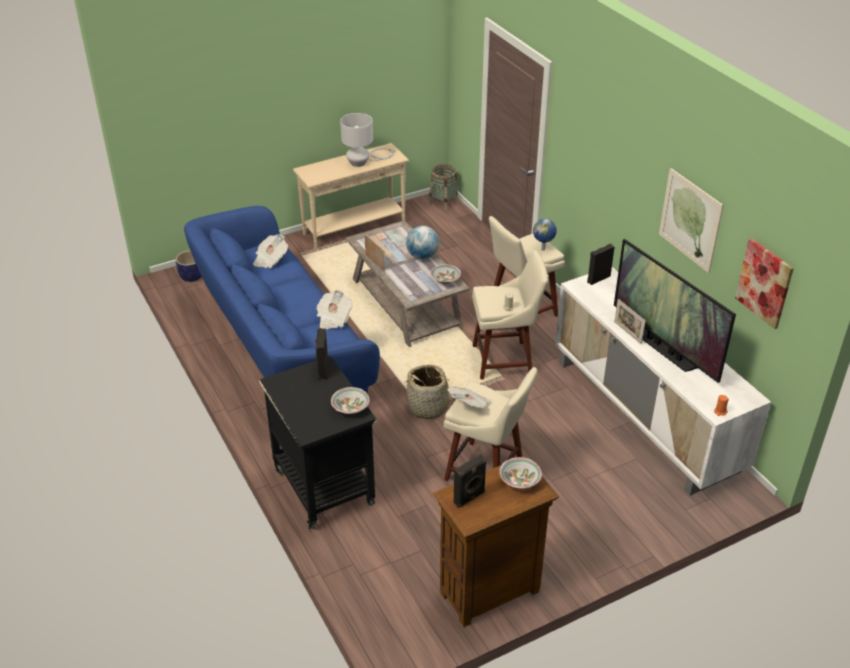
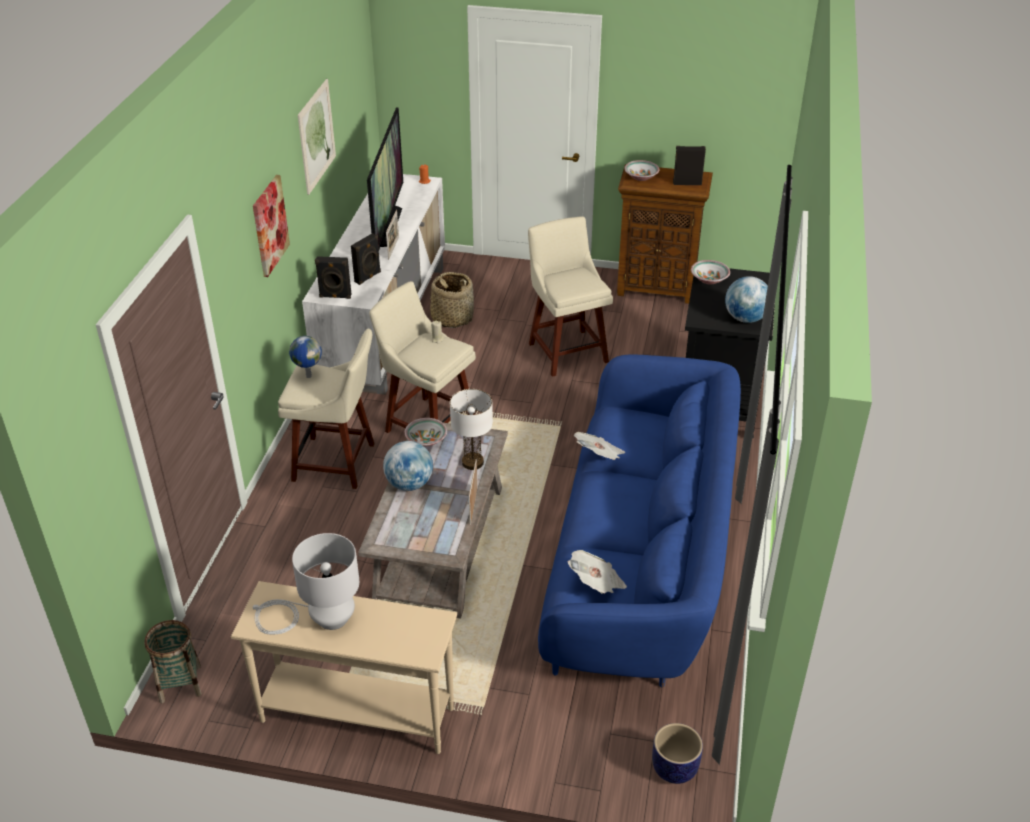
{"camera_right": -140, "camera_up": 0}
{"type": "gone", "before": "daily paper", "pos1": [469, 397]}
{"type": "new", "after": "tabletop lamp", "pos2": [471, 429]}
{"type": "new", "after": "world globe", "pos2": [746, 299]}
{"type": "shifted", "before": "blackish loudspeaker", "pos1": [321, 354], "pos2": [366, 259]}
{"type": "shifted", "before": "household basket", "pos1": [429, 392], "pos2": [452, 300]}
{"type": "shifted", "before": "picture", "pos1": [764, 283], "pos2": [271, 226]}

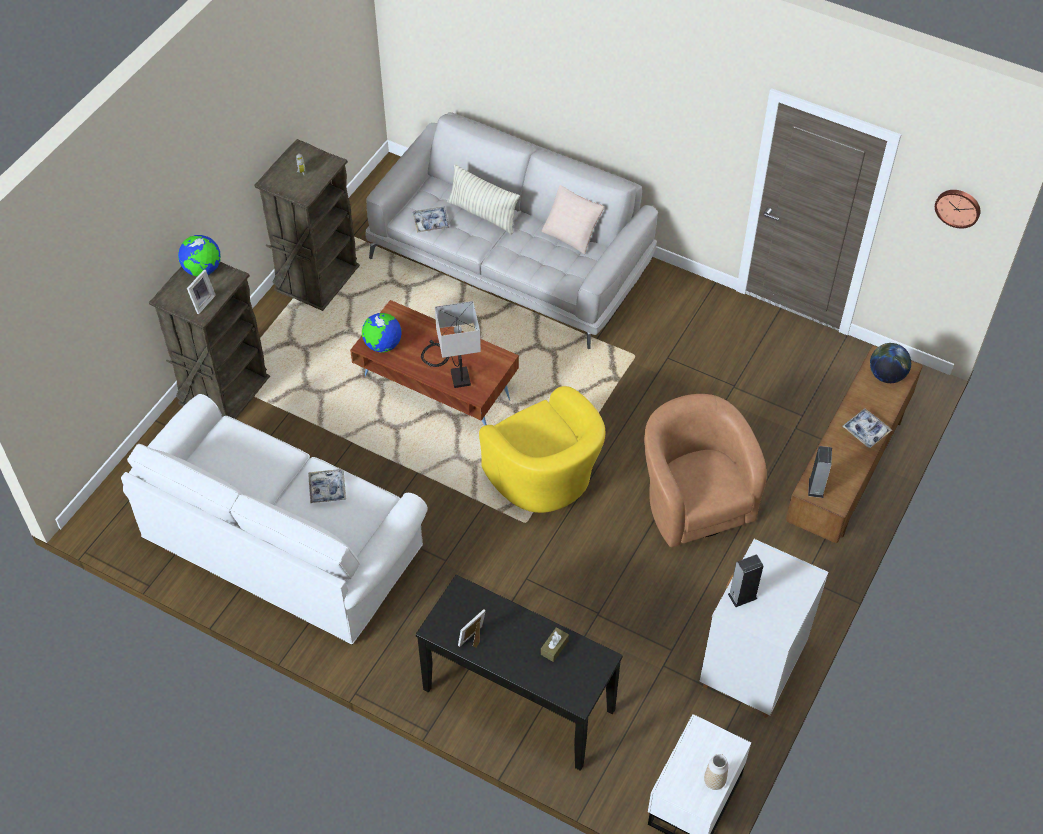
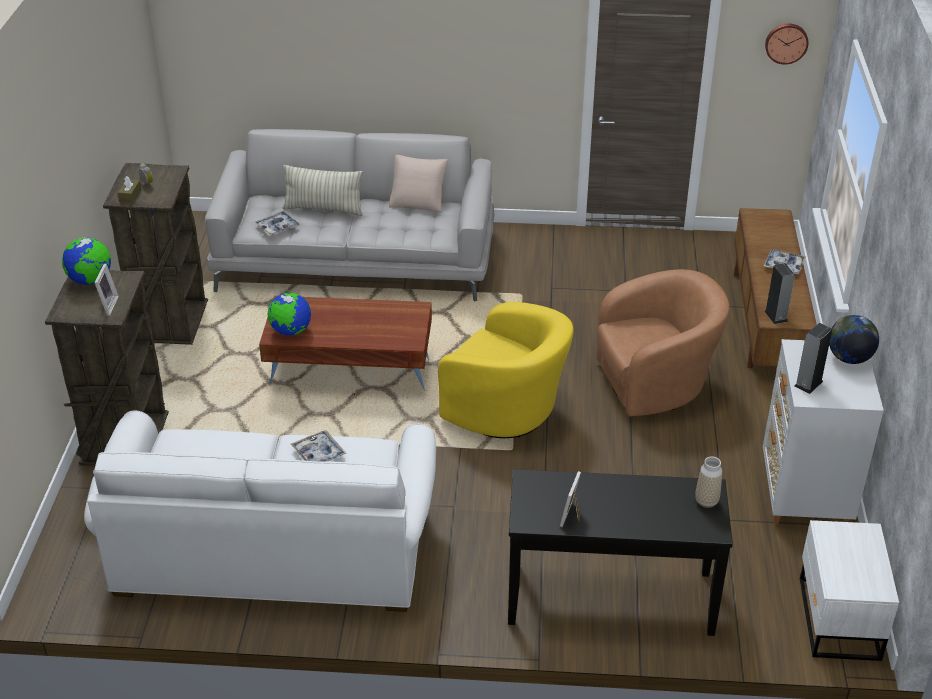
{"camera_right": -25, "camera_up": -15}
{"type": "gone", "before": "tabletop lamp", "pos1": [451, 344]}
{"type": "shifted", "before": "brown box of tissues", "pos1": [555, 644], "pos2": [130, 190]}
{"type": "shifted", "before": "decorative vase", "pos1": [716, 772], "pos2": [708, 482]}
{"type": "shifted", "before": "world globe", "pos1": [890, 363], "pos2": [854, 339]}
{"type": "rotated", "before": "brown easy chair", "pos1": [705, 470], "pos2": [663, 342], "turn": 120}

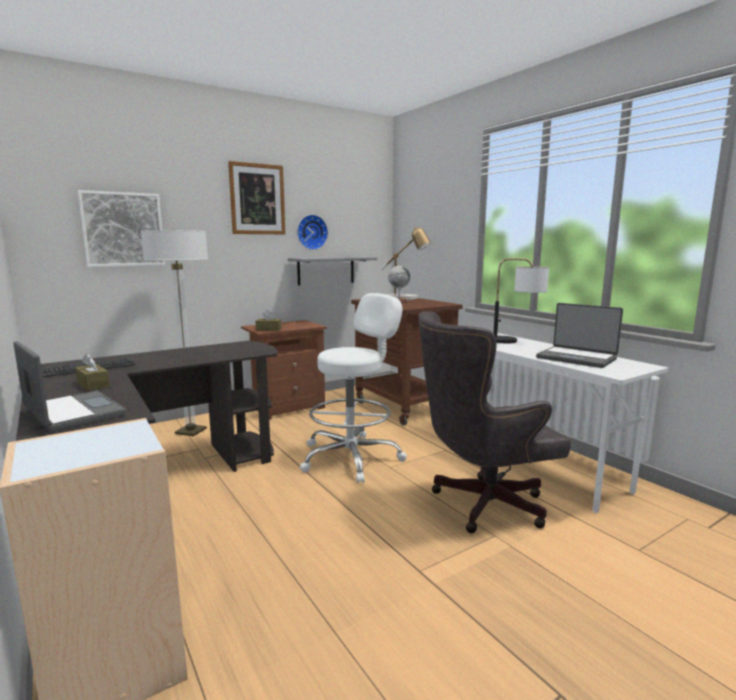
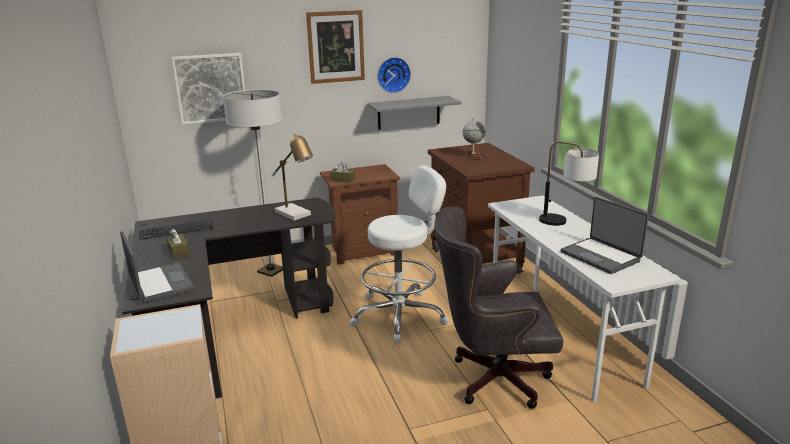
{"camera_right": 15, "camera_up": 10}
{"type": "shifted", "before": "tabletop lamp", "pos1": [405, 263], "pos2": [292, 177]}

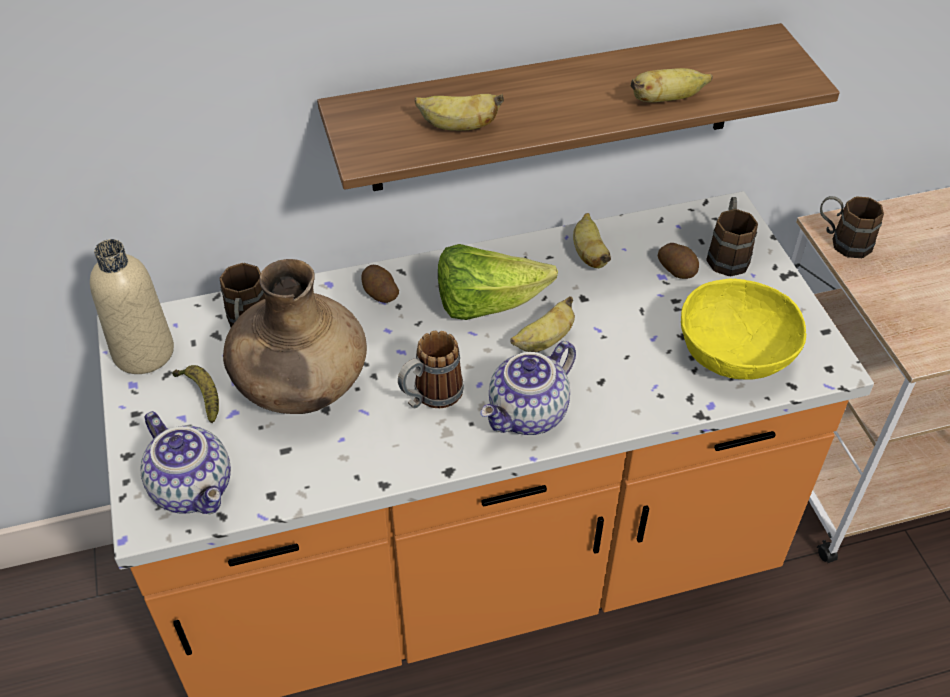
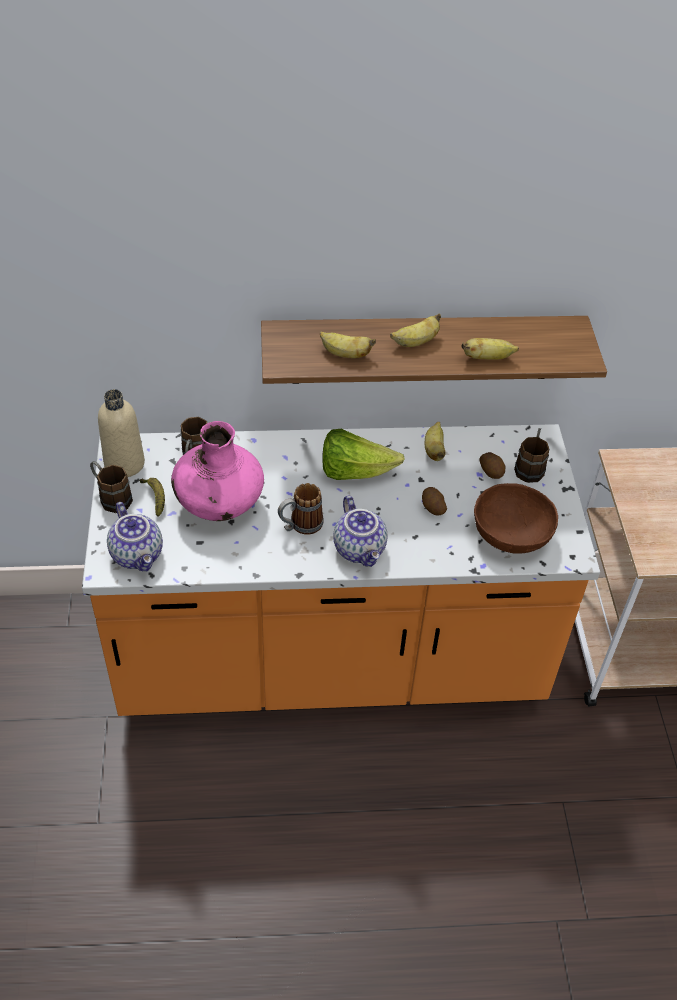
{"camera_right": 10, "camera_up": 0}
{"type": "shifted", "before": "potato", "pos1": [380, 284], "pos2": [434, 501]}
{"type": "shifted", "before": "banana", "pos1": [542, 324], "pos2": [415, 330]}
{"type": "shifted", "before": "brown mug", "pos1": [852, 227], "pos2": [111, 487]}
{"type": "repainted", "before": "brown decorative vase", "after": "pink decorative vase", "pos1": [295, 336], "pos2": [217, 471]}
{"type": "repainted", "before": "yellow-coloured bowl", "after": "brown bowl", "pos1": [743, 329], "pos2": [516, 518]}
{"type": "rotated", "before": "pot for tea", "pos1": [528, 388], "pos2": [360, 531], "turn": -75}

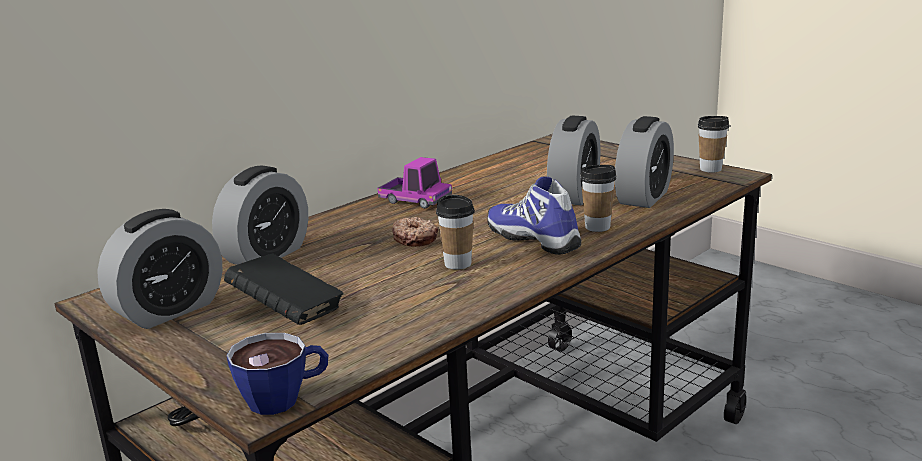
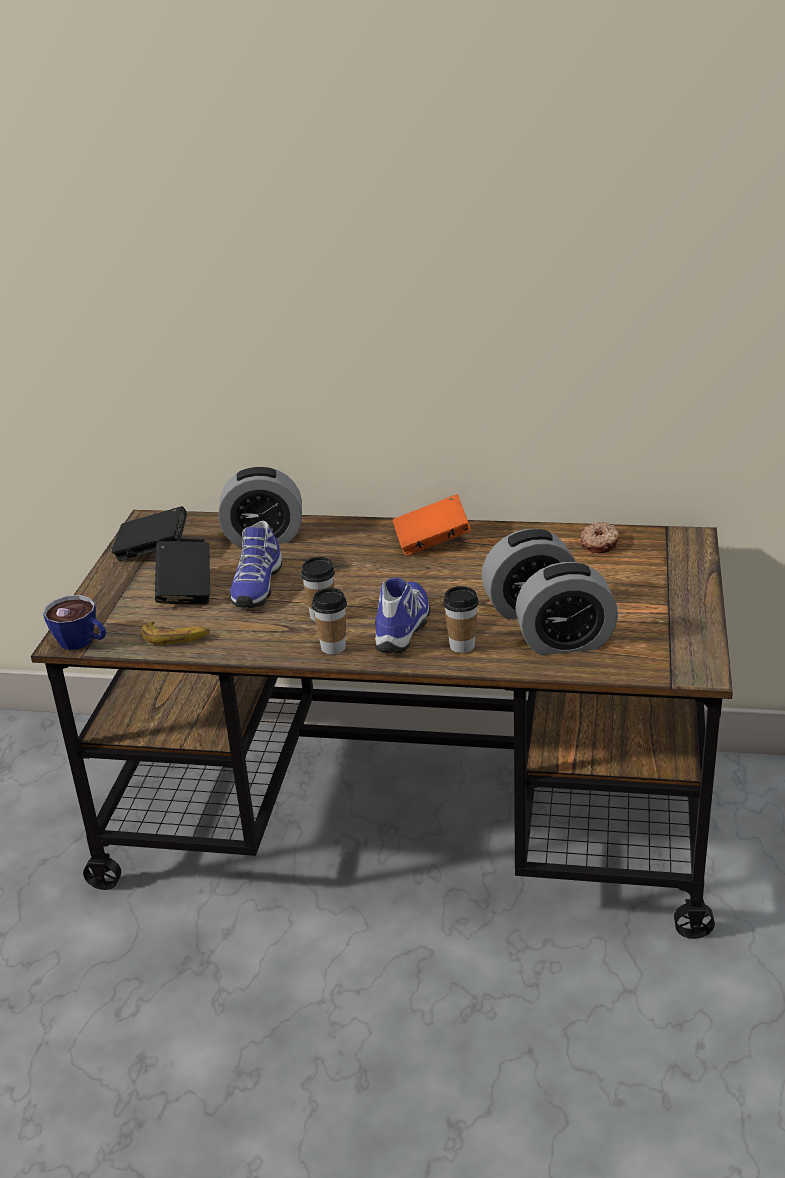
{"camera_right": 55, "camera_up": 10}
{"type": "new", "after": "banana", "pos2": [175, 633]}
{"type": "new", "after": "shoe", "pos2": [256, 564]}
{"type": "shifted", "before": "donut", "pos1": [415, 232], "pos2": [600, 538]}
{"type": "shifted", "before": "cup", "pos1": [713, 144], "pos2": [329, 621]}
{"type": "swapped", "before": "bedside clock", "after": "blackish book", "pos1": [160, 269], "pos2": [149, 533]}
{"type": "swapped", "before": "toy lorry", "after": "orange-coloured book", "pos1": [415, 183], "pos2": [432, 525]}

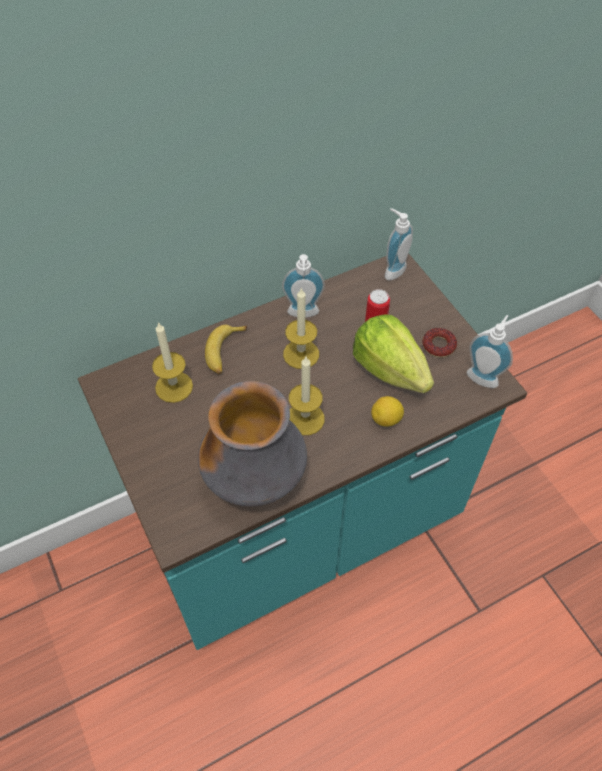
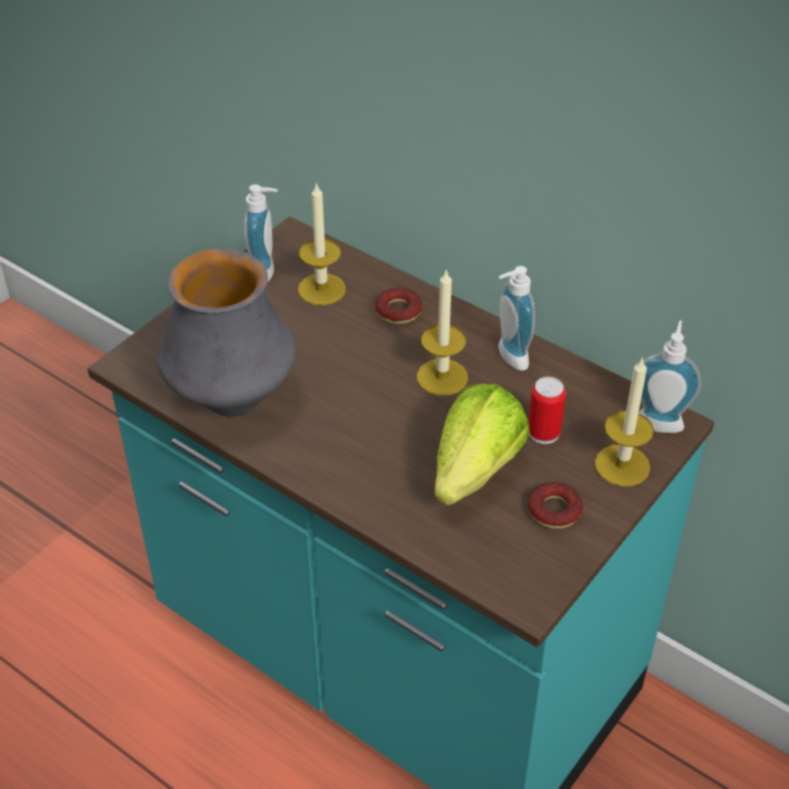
{"camera_right": 65, "camera_up": -10}
{"type": "gone", "before": "lemon", "pos1": [387, 411]}
{"type": "shifted", "before": "wax candle", "pos1": [307, 396], "pos2": [624, 422]}
{"type": "shifted", "before": "liquid soap bottle", "pos1": [490, 351], "pos2": [261, 232]}
{"type": "swapped", "before": "banana", "after": "donut", "pos1": [226, 349], "pos2": [398, 305]}

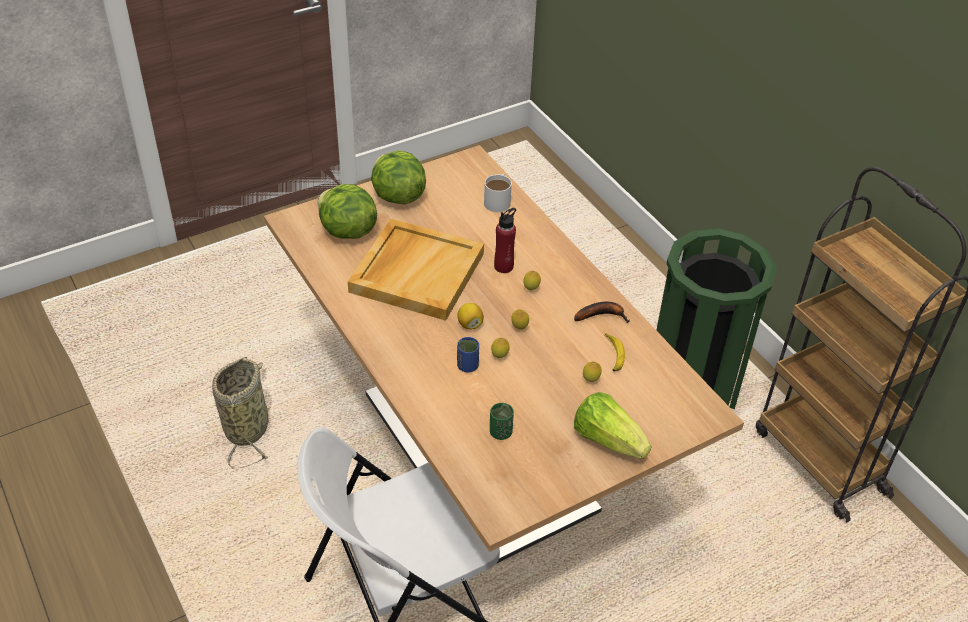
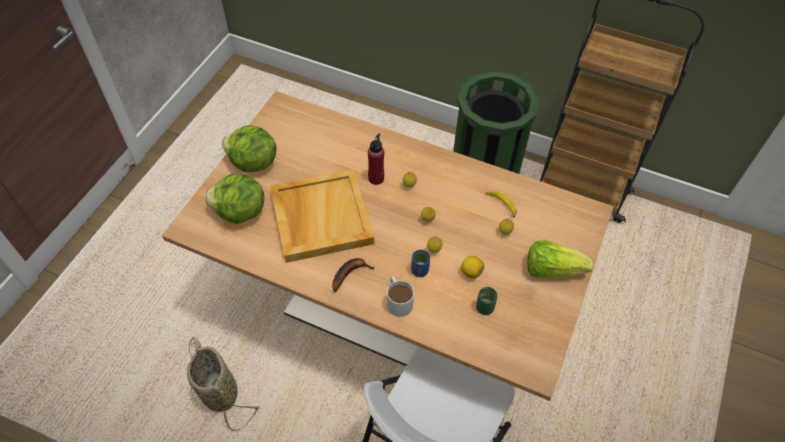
{"camera_right": -35, "camera_up": 10}
{"type": "shifted", "before": "lemon", "pos1": [470, 316], "pos2": [473, 267]}
{"type": "shifted", "before": "whitish mug", "pos1": [498, 193], "pos2": [400, 296]}
{"type": "shifted", "before": "banana", "pos1": [602, 312], "pos2": [353, 275]}

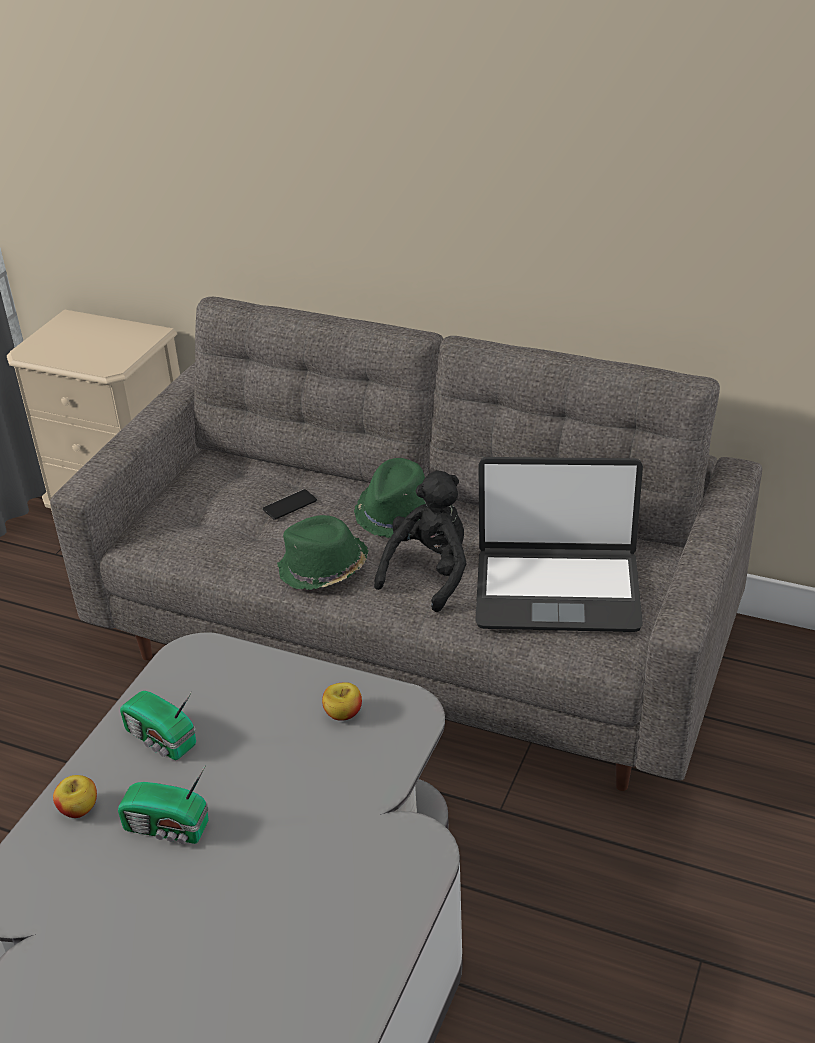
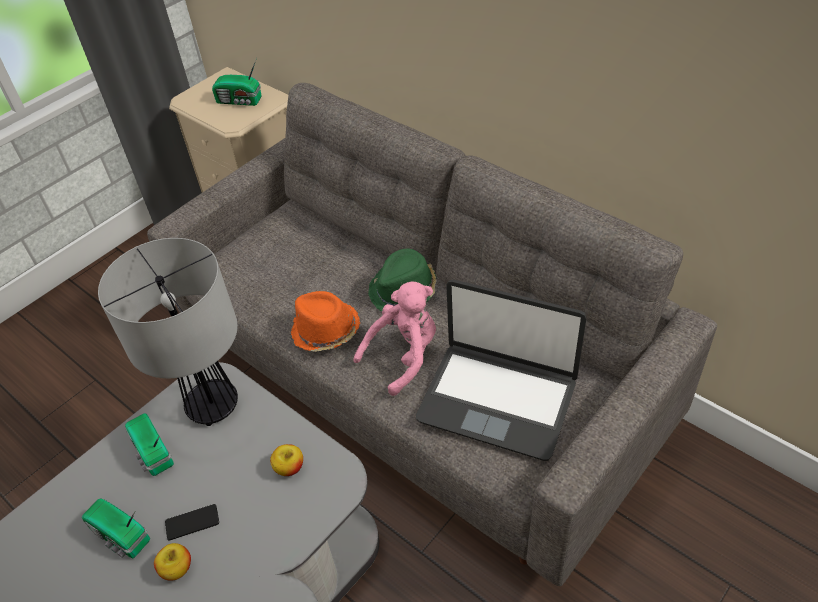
{"camera_right": 20, "camera_up": 10}
{"type": "new", "after": "tabletop lamp", "pos2": [168, 332]}
{"type": "new", "after": "radio receiver", "pos2": [237, 81]}
{"type": "shifted", "before": "apple fruit", "pos1": [75, 796], "pos2": [172, 562]}
{"type": "shifted", "before": "telephone", "pos1": [290, 504], "pos2": [192, 522]}
{"type": "repainted", "before": "green clothing hat", "after": "orange-coloured clothing hat", "pos1": [322, 552], "pos2": [325, 321]}
{"type": "repainted", "before": "blackish soft toy", "after": "pink soft toy", "pos1": [420, 541], "pos2": [394, 338]}

